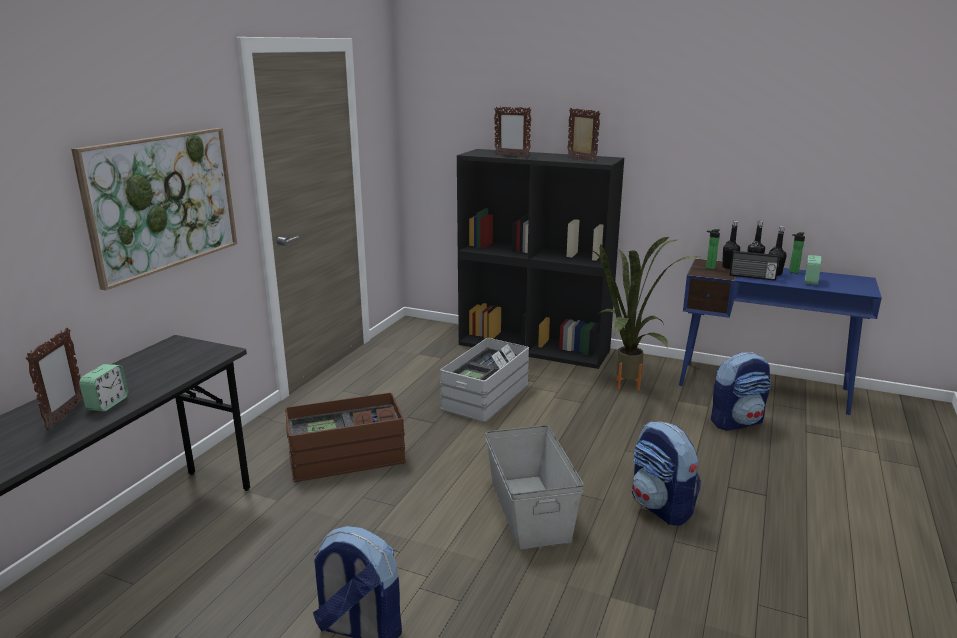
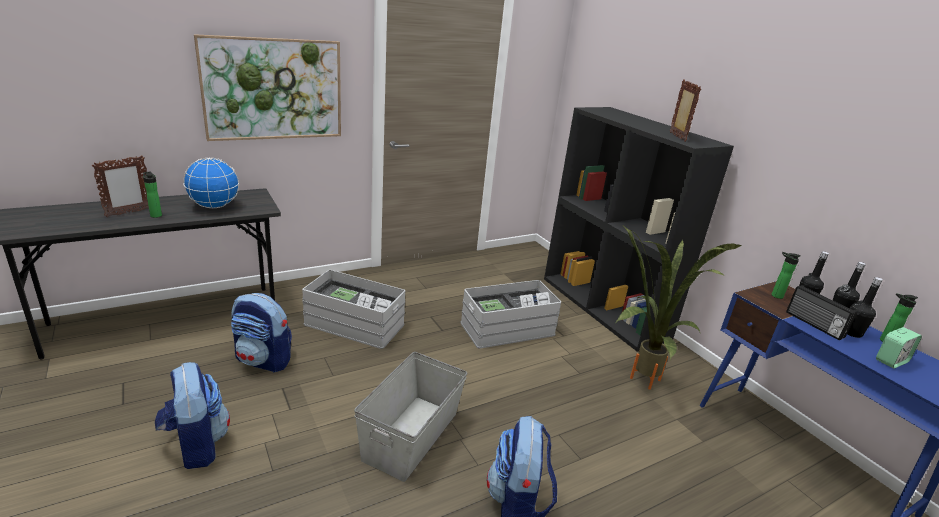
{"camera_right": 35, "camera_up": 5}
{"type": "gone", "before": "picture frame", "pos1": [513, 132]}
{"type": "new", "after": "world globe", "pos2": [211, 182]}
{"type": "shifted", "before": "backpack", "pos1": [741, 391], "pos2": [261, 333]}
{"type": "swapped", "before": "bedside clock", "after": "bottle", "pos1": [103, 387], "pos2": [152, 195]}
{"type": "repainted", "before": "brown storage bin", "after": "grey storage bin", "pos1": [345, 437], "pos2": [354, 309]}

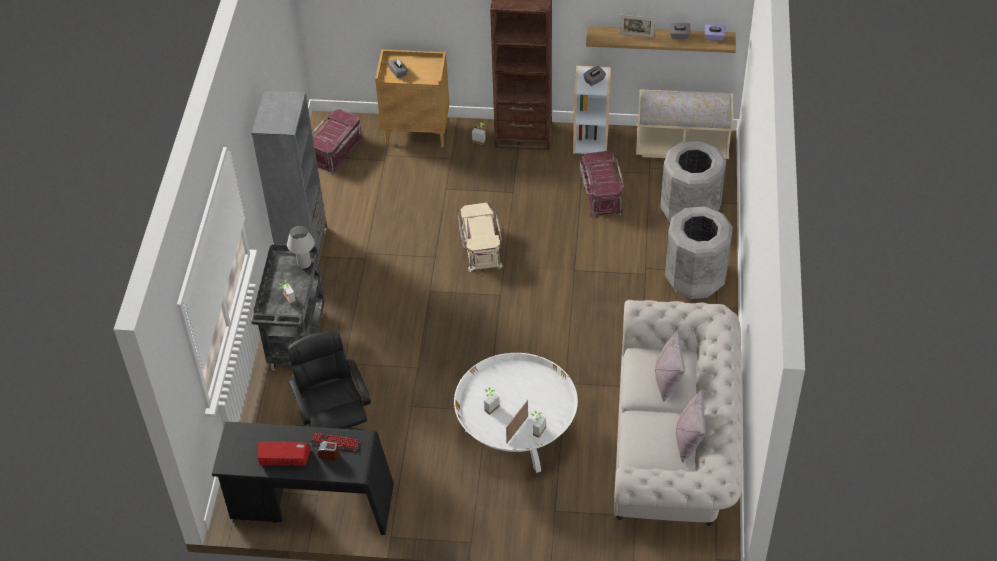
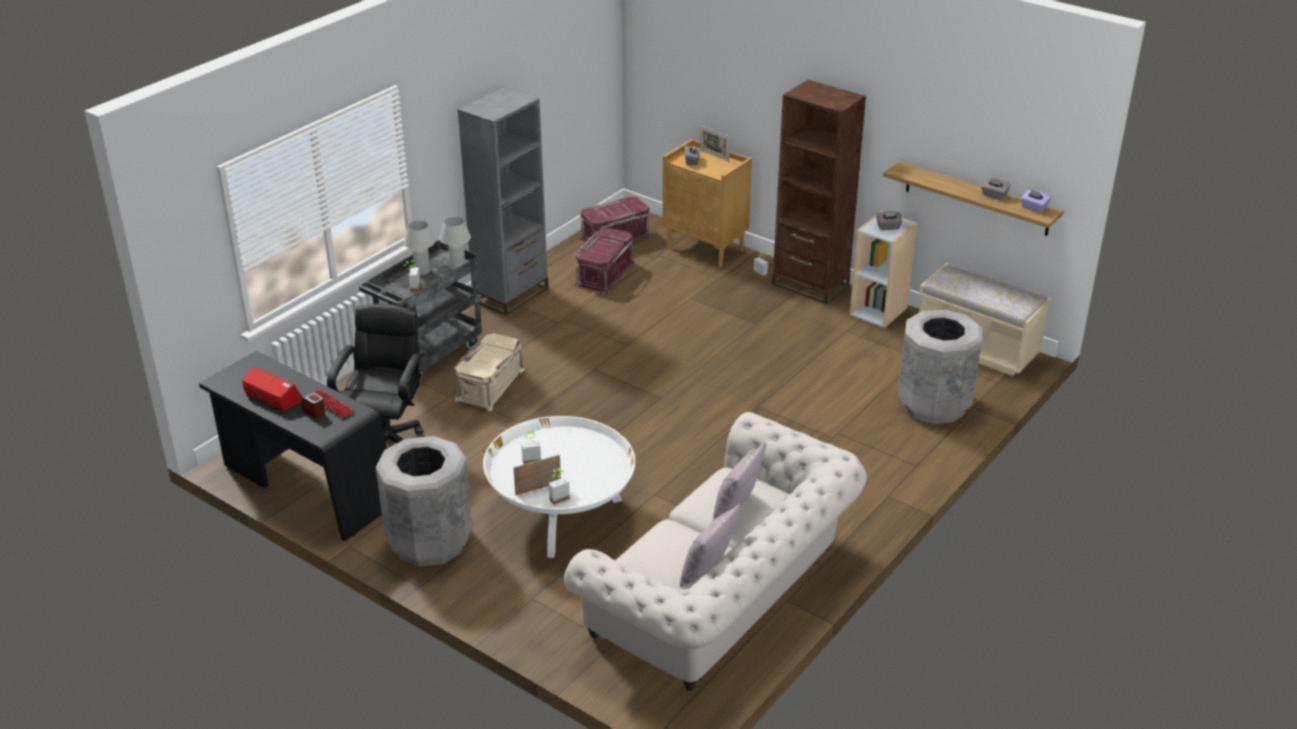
{"camera_right": 30, "camera_up": -15}
{"type": "new", "after": "whitish tabletop lamp", "pos2": [419, 248]}
{"type": "shifted", "before": "sand-coloured storage bin", "pos1": [480, 238], "pos2": [490, 372]}
{"type": "shifted", "before": "reddish storage bin", "pos1": [602, 184], "pos2": [604, 261]}
{"type": "shifted", "before": "picture frame", "pos1": [637, 26], "pos2": [715, 143]}
{"type": "shifted", "before": "grey rubbish bin", "pos1": [698, 252], "pos2": [424, 501]}

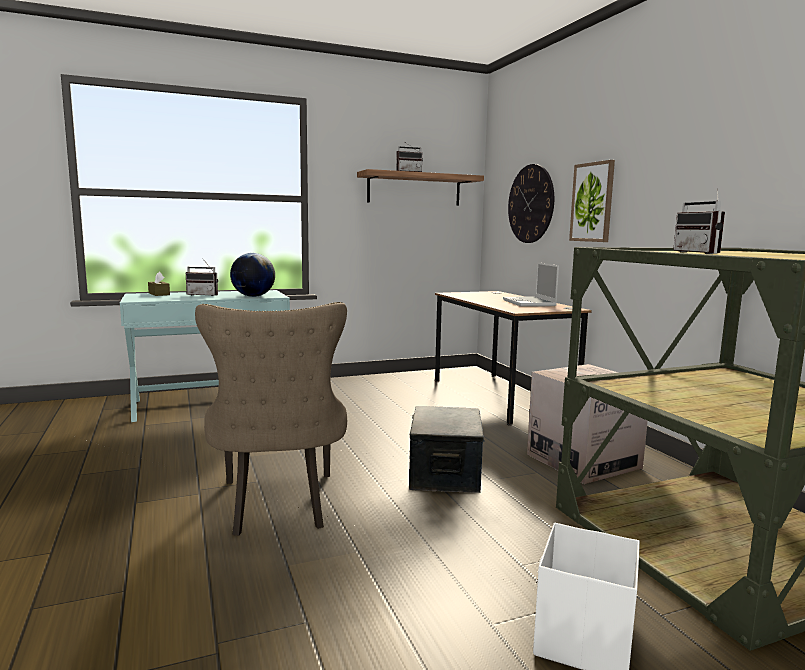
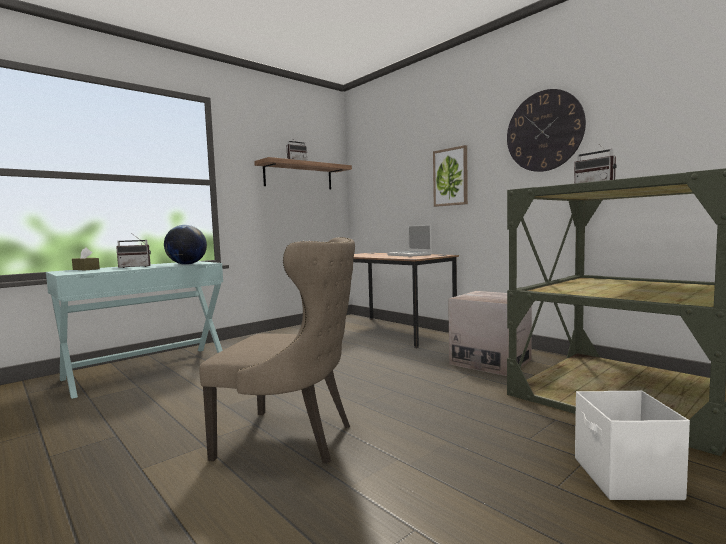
{"camera_right": -20, "camera_up": -5}
{"type": "gone", "before": "storage bin", "pos1": [447, 449]}
{"type": "shifted", "before": "wall clock", "pos1": [531, 203], "pos2": [546, 130]}
{"type": "rotated", "before": "sand-coloured upright chair", "pos1": [271, 419], "pos2": [277, 350], "turn": -45}

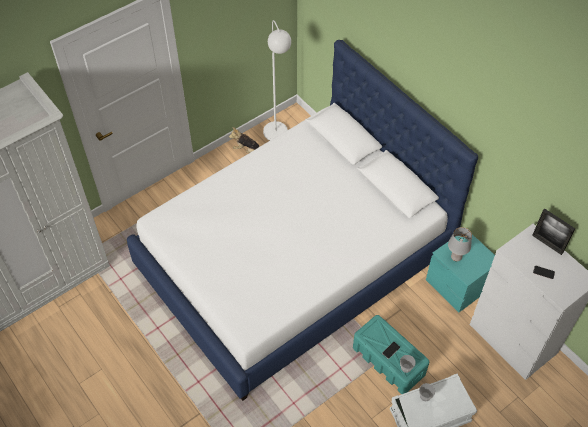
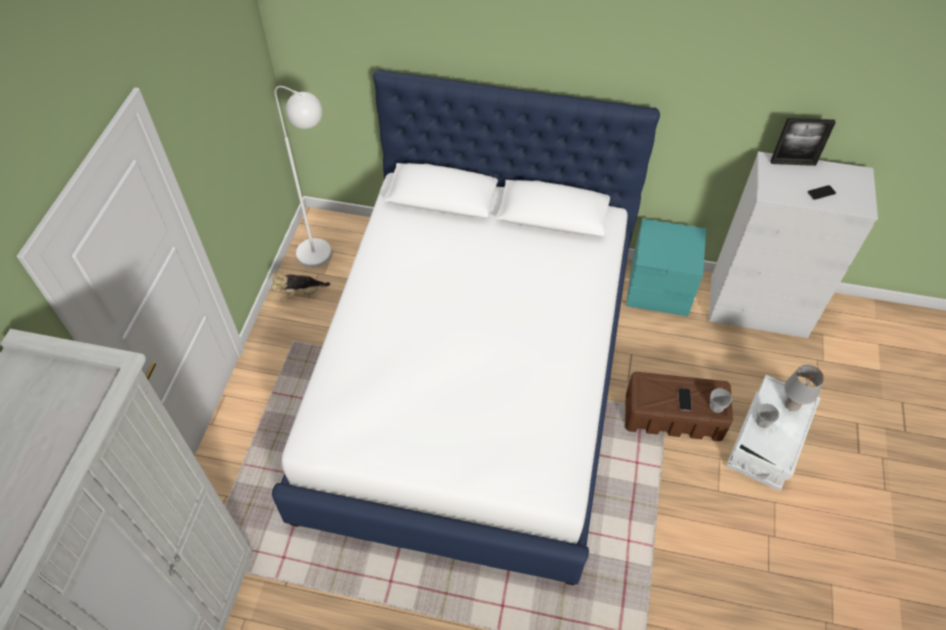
{"camera_right": -40, "camera_up": 0}
{"type": "shifted", "before": "grey tabletop lamp", "pos1": [460, 244], "pos2": [804, 387]}
{"type": "repainted", "before": "blue-green storage bin", "after": "brown storage bin", "pos1": [391, 354], "pos2": [679, 406]}

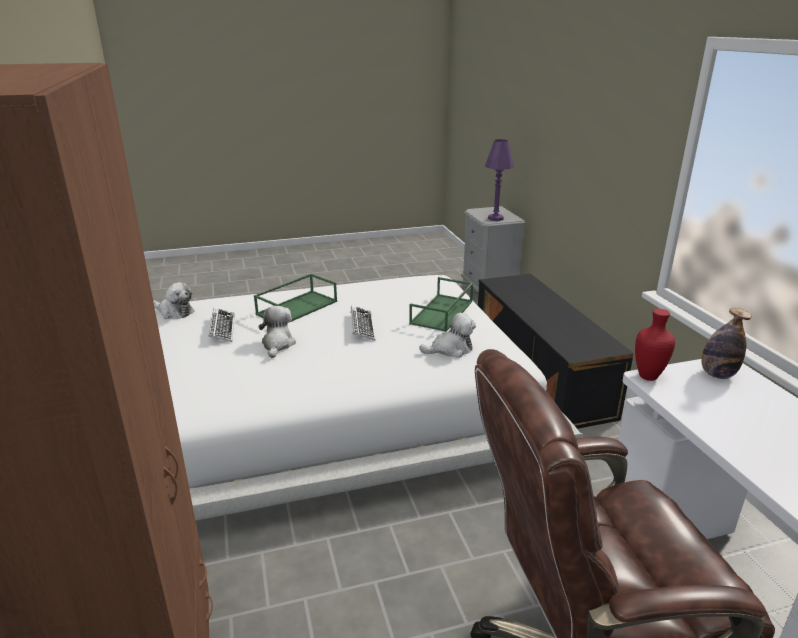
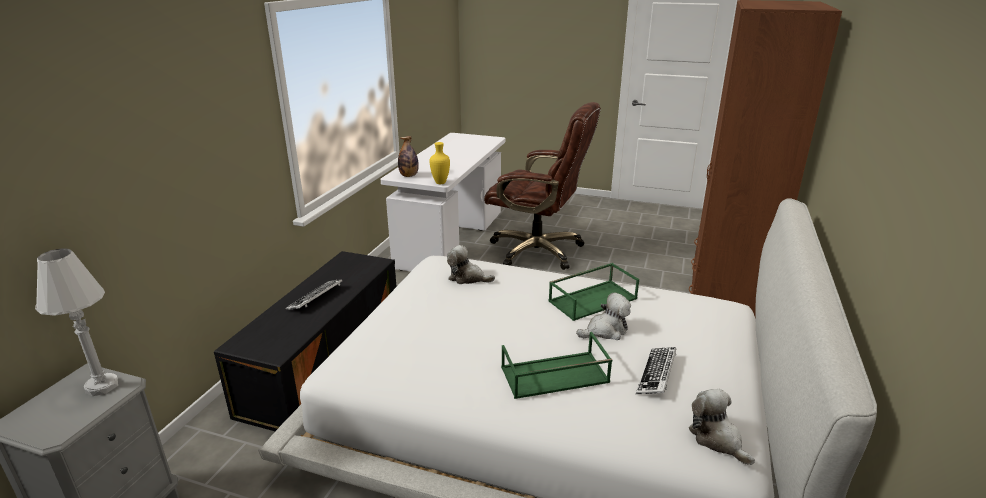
{"camera_right": -145, "camera_up": 0}
{"type": "shifted", "before": "PC keyboard", "pos1": [362, 322], "pos2": [313, 294]}
{"type": "shifted", "before": "green carrying tray", "pos1": [441, 304], "pos2": [593, 292]}
{"type": "repainted", "before": "purplish tabletop lamp", "after": "whitish tabletop lamp", "pos1": [499, 180], "pos2": [76, 322]}
{"type": "repainted", "before": "reddish decorative vase", "after": "yellow-coloured decorative vase", "pos1": [655, 345], "pos2": [440, 163]}
{"type": "rotated", "before": "soft toy", "pos1": [277, 332], "pos2": [603, 316], "turn": -150}

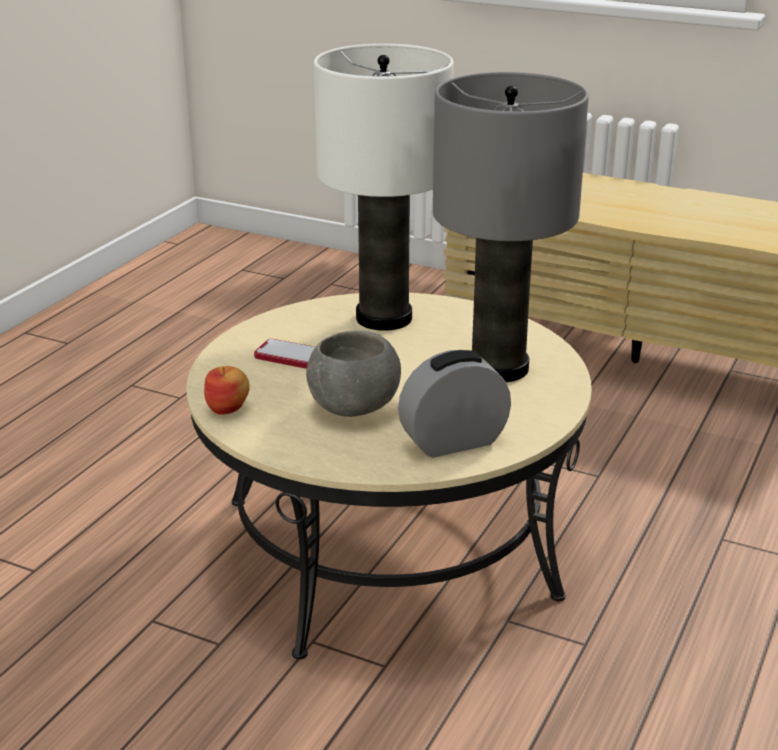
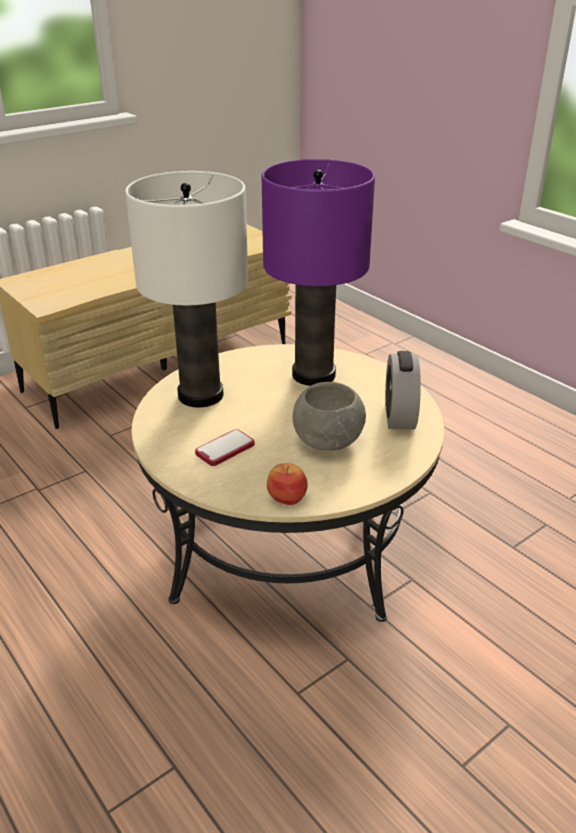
{"camera_right": -65, "camera_up": 5}
{"type": "repainted", "before": "grey tabletop lamp", "after": "purplish tabletop lamp", "pos1": [511, 227], "pos2": [318, 272]}

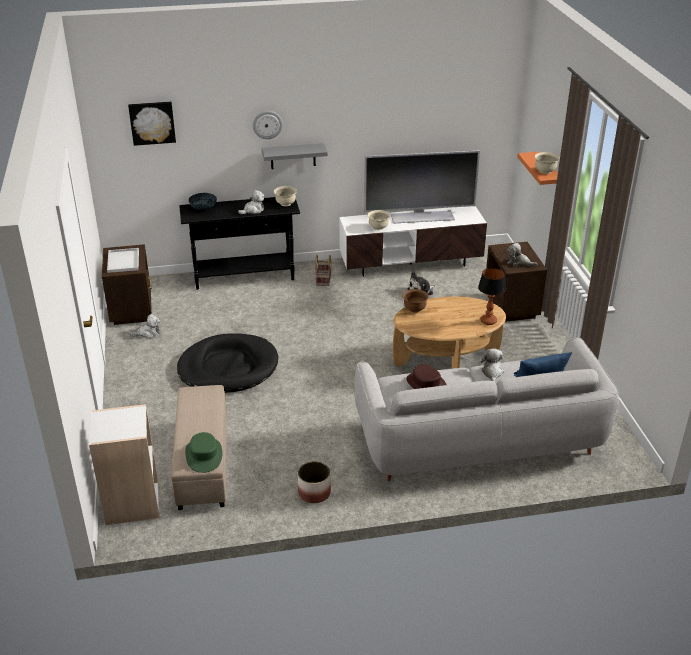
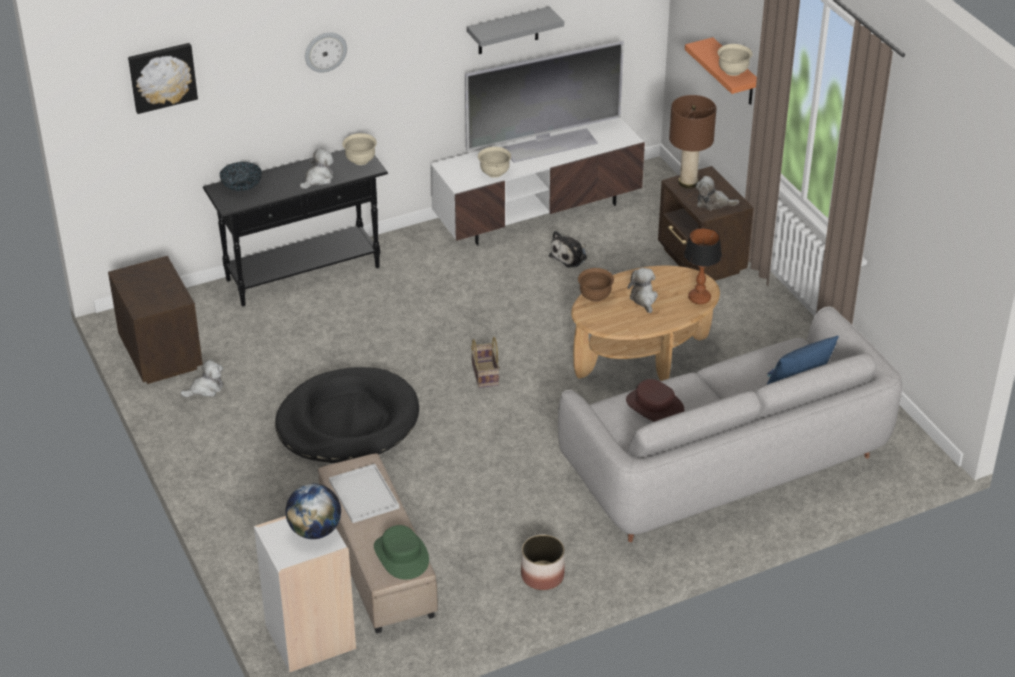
{"camera_right": -15, "camera_up": 5}
{"type": "new", "after": "world globe", "pos2": [313, 511]}
{"type": "new", "after": "brown tabletop lamp", "pos2": [692, 142]}
{"type": "shifted", "before": "whitish carrying tray", "pos1": [123, 260], "pos2": [364, 493]}
{"type": "shifted", "before": "grey bracket shelf", "pos1": [294, 156], "pos2": [515, 30]}
{"type": "shifted", "before": "household basket", "pos1": [323, 270], "pos2": [485, 362]}
{"type": "shifted", "before": "soft toy", "pos1": [492, 365], "pos2": [643, 290]}

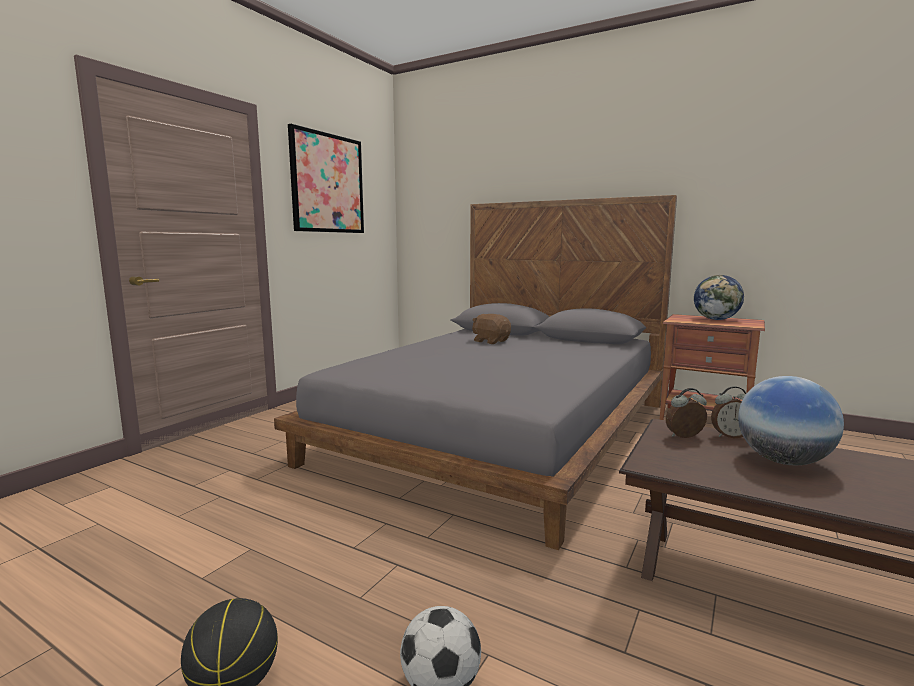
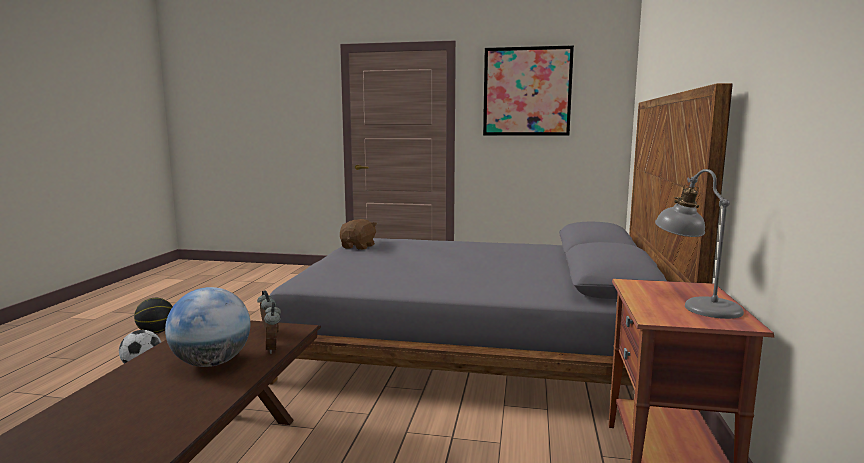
{"camera_right": 70, "camera_up": 0}
{"type": "shifted", "before": "brown soft toy", "pos1": [491, 329], "pos2": [358, 234]}
{"type": "swapped", "before": "world globe", "after": "grey tabletop lamp", "pos1": [719, 297], "pos2": [699, 244]}

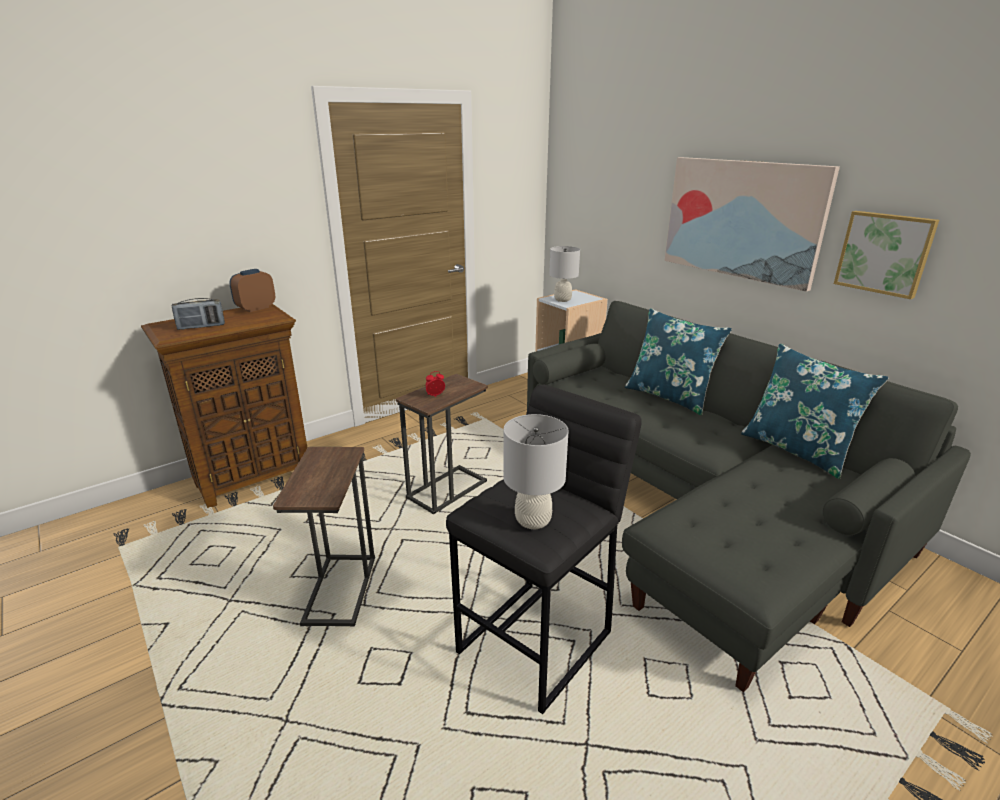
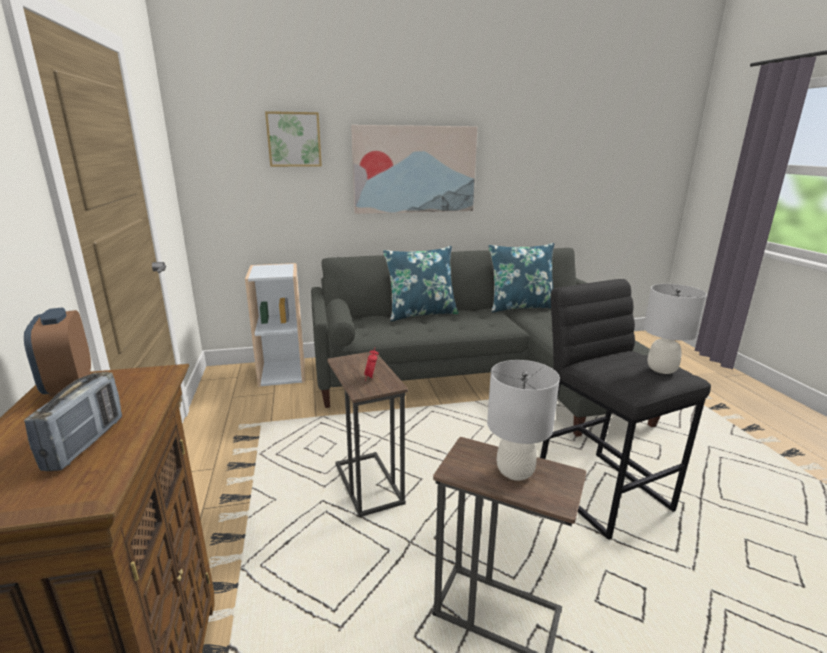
{"camera_right": -65, "camera_up": -5}
{"type": "shifted", "before": "grey tabletop lamp", "pos1": [564, 274], "pos2": [523, 420]}
{"type": "shifted", "before": "picture", "pos1": [886, 255], "pos2": [293, 139]}

